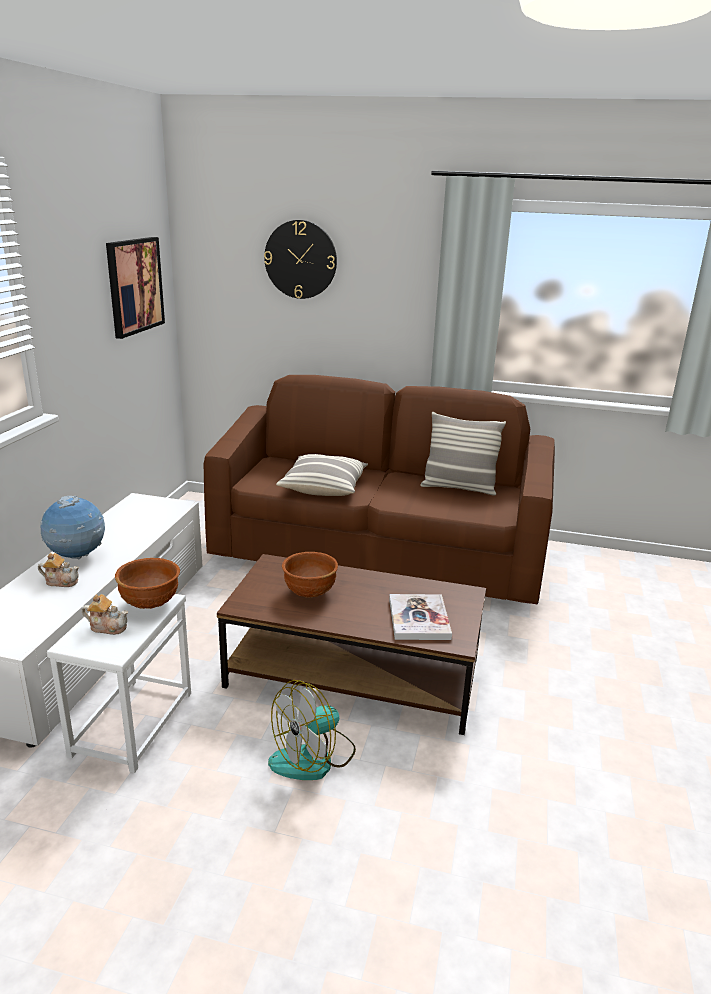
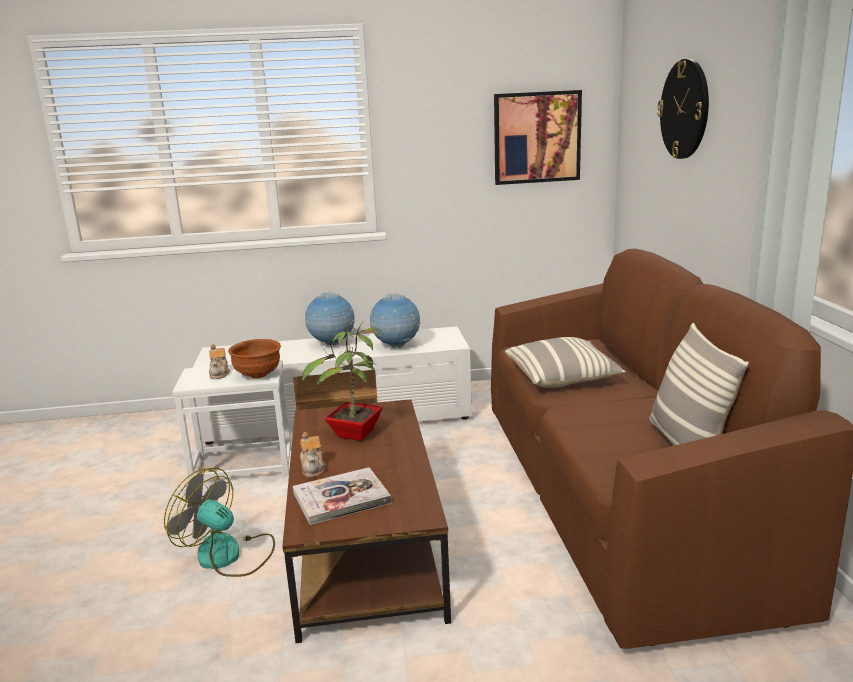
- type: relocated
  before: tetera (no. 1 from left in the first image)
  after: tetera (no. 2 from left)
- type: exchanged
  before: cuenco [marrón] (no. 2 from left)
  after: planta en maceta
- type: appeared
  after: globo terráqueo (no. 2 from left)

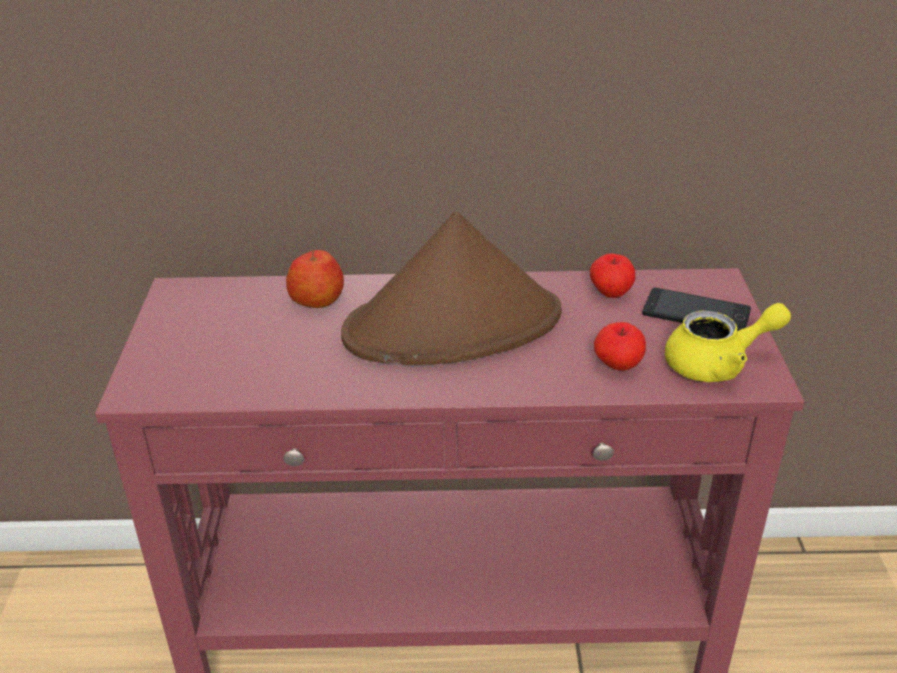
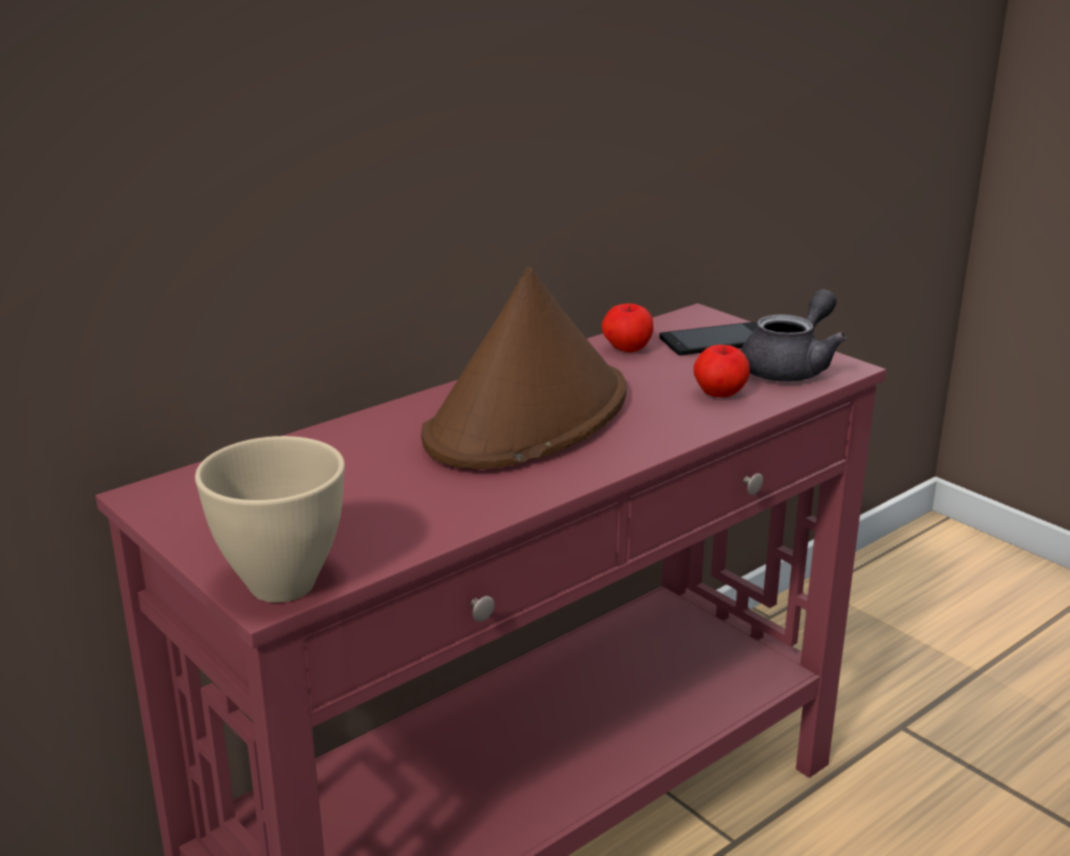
- type: missing
  before: manzana (no. 1 from left)
- type: colour
  before: tetera [amarillo]
  after: tetera [gris]
- type: appeared
  after: cuenco [beis]

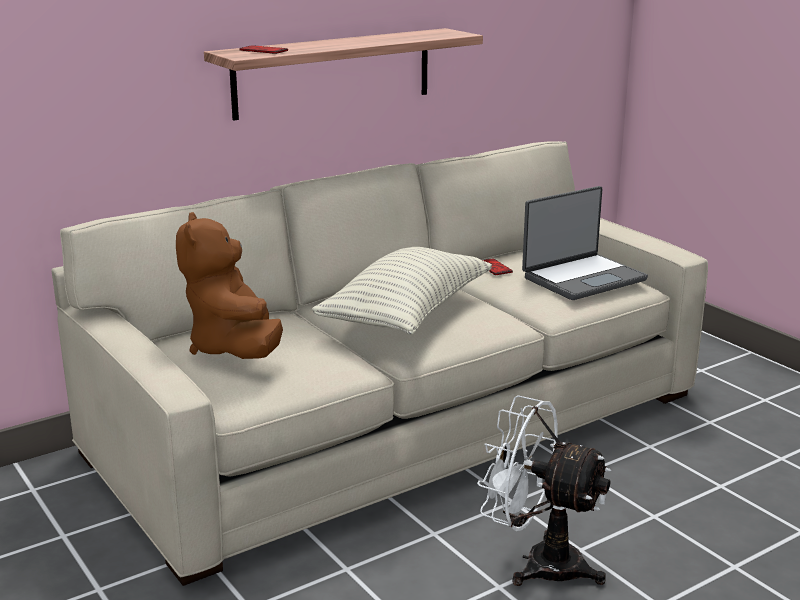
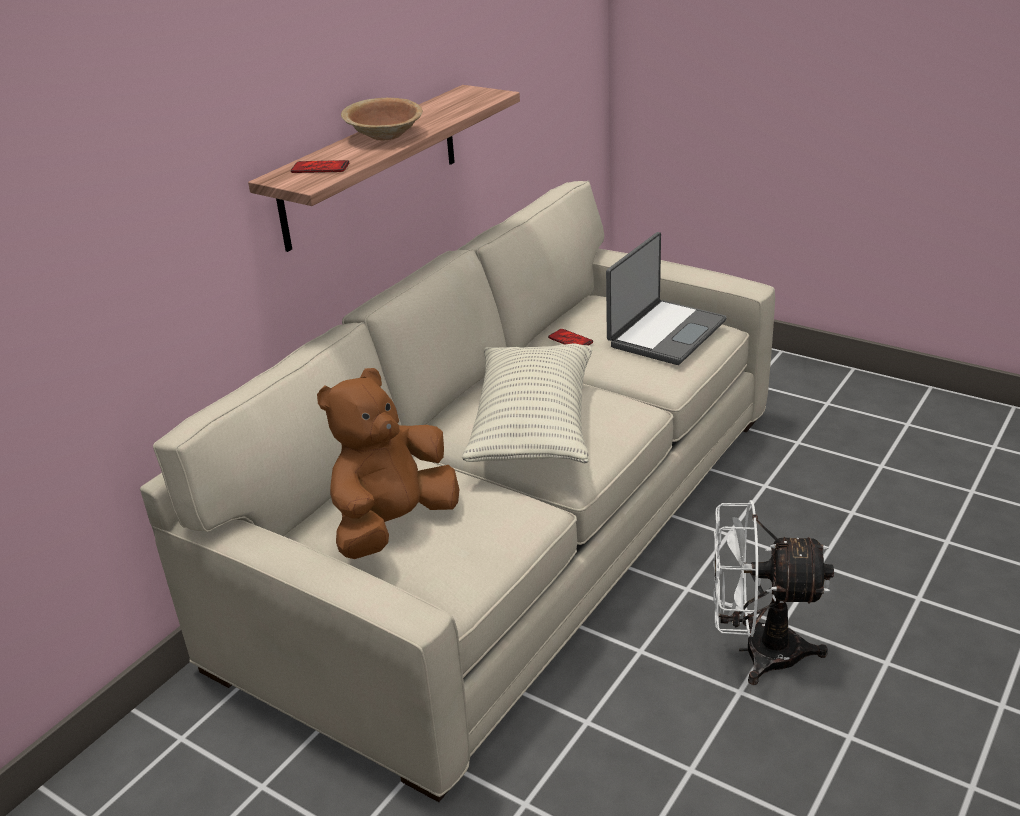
- type: spun
  before: peluche [marrón]
  turn: 75
- type: appeared
  after: cuenco [marrón]

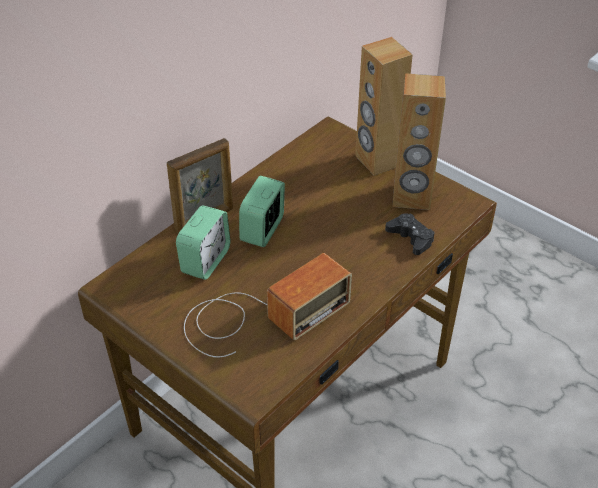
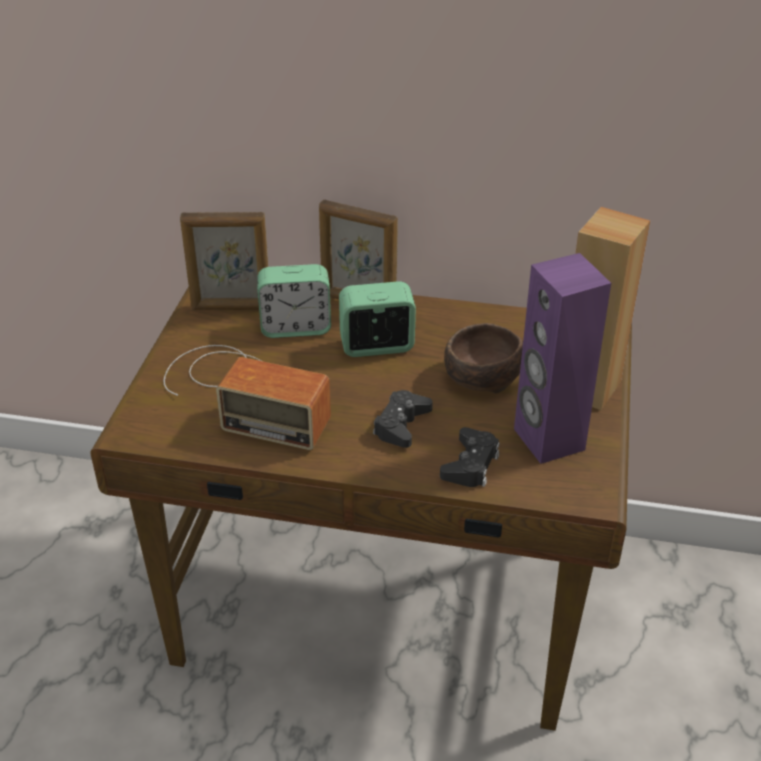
- type: colour
  before: altavoz [marrón] (no. 2 from left)
  after: altavoz [morado]
- type: appeared
  after: portarretratos (no. 1 from left)
- type: appeared
  after: mando de consola [negro] (no. 1 from left)
- type: appeared
  after: cuenco [marrón]

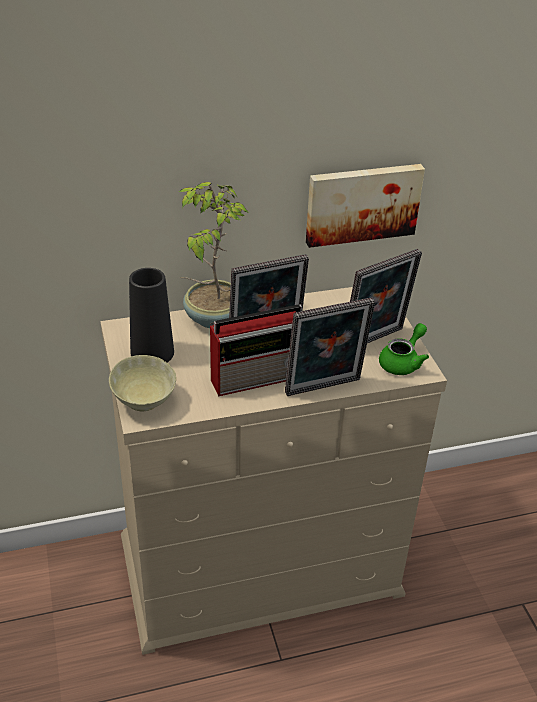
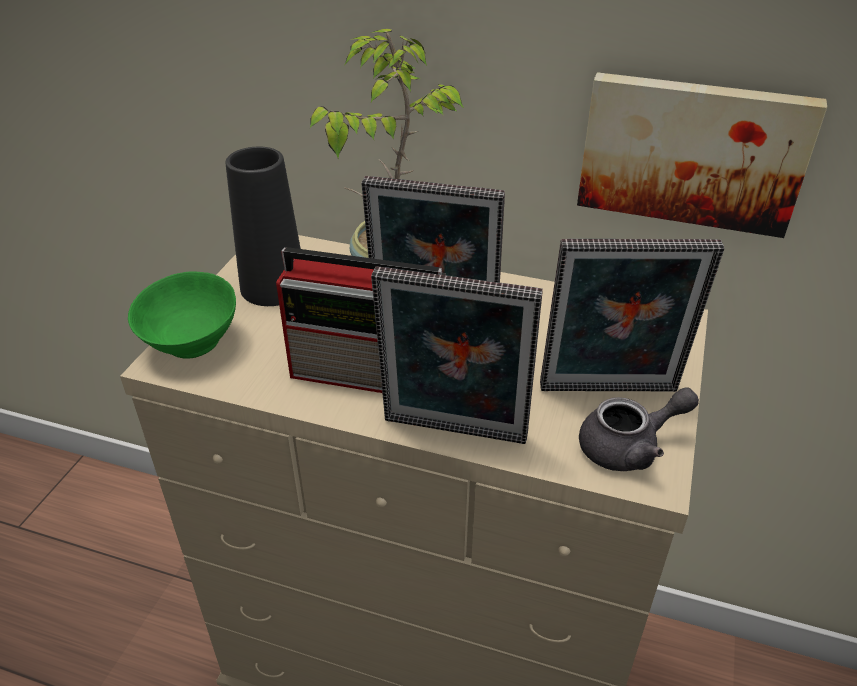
- type: colour
  before: cuenco [beis]
  after: cuenco [verde]
- type: colour
  before: tetera [verde]
  after: tetera [gris]

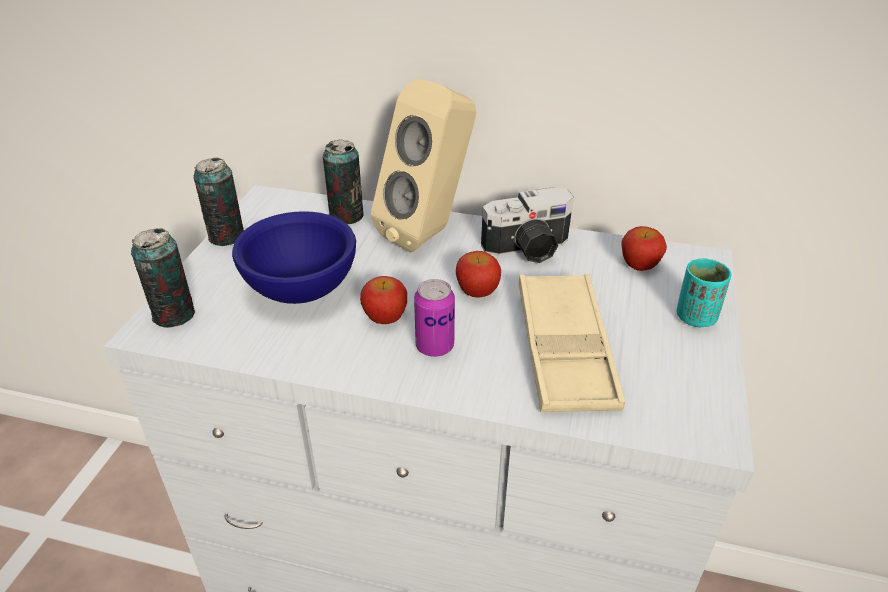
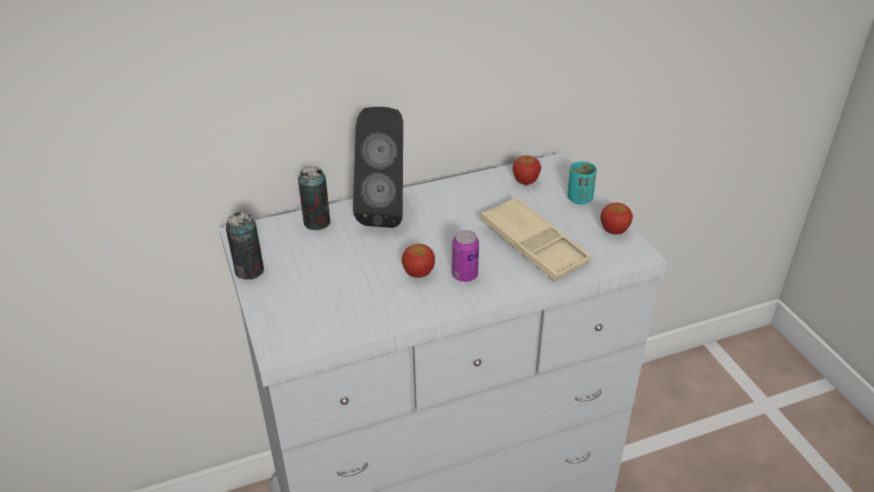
- type: missing
  before: lata (no. 1 from left)
- type: missing
  before: cuenco [azul]
- type: colour
  before: altavoz [beis]
  after: altavoz [negro]
- type: relocated
  before: manzana (no. 2 from left in the first image)
  after: manzana (no. 3 from left)
- type: missing
  before: cámara

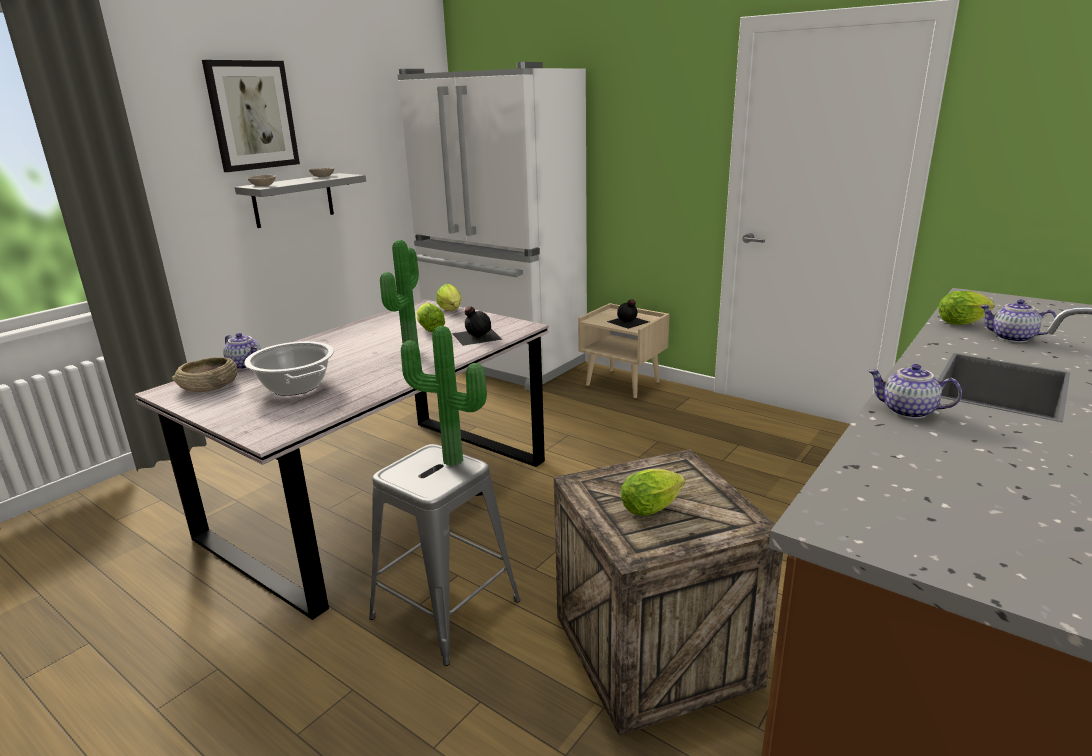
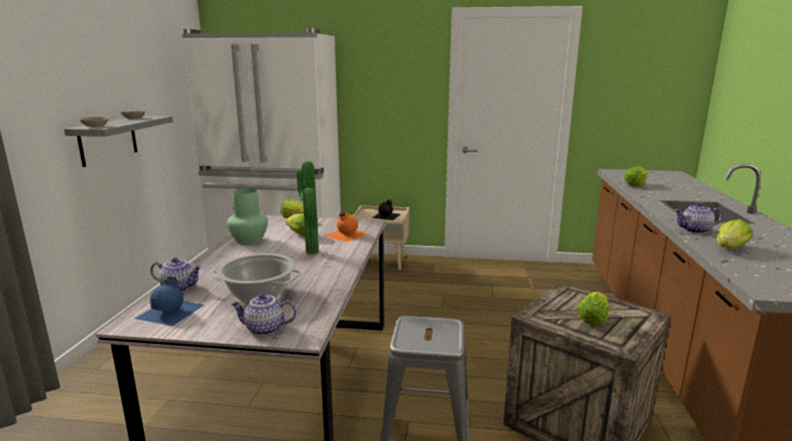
- type: exchanged
  before: cuenco [beis] (no. 1 from left)
  after: botella [azul]
- type: missing
  before: cuadro
- type: missing
  before: planta en maceta (no. 2 from left)
- type: colour
  before: botella [negro] (no. 1 from left)
  after: botella [naranja]
- type: relocated
  before: tetera (no. 3 from left in the first image)
  after: tetera (no. 2 from left)
- type: appeared
  after: florero [verde]
- type: appeared
  after: lechuga (no. 5 from left)

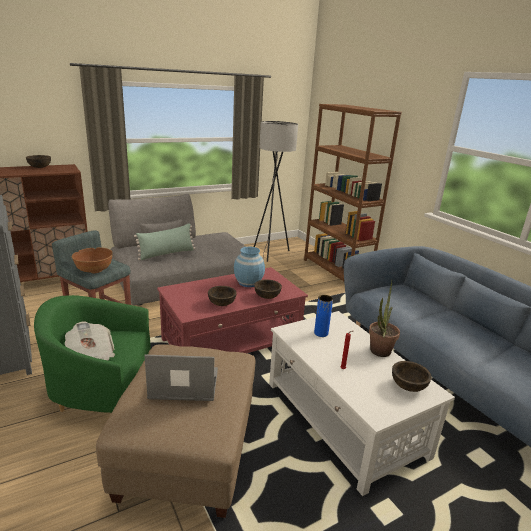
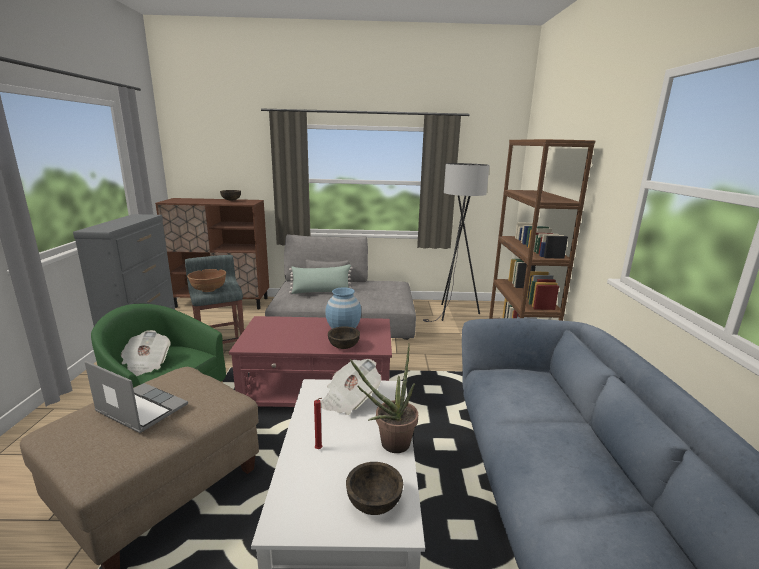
- type: missing
  before: cuenco [marrón] (no. 3 from left)
- type: exchanged
  before: florero [azul] (no. 2 from left)
  after: periódico (no. 2 from left)

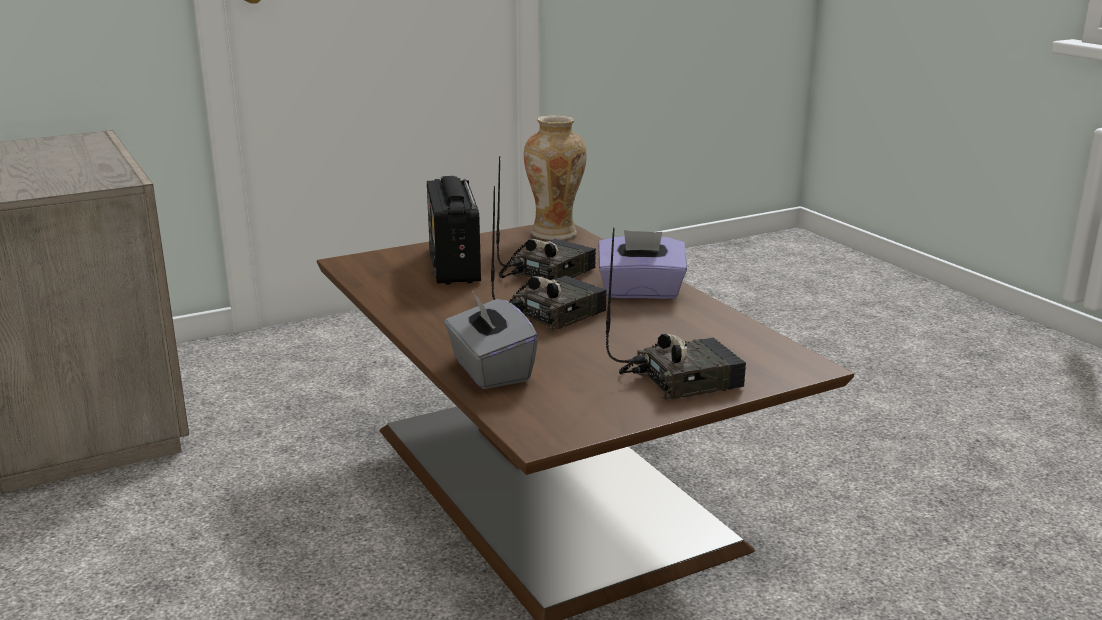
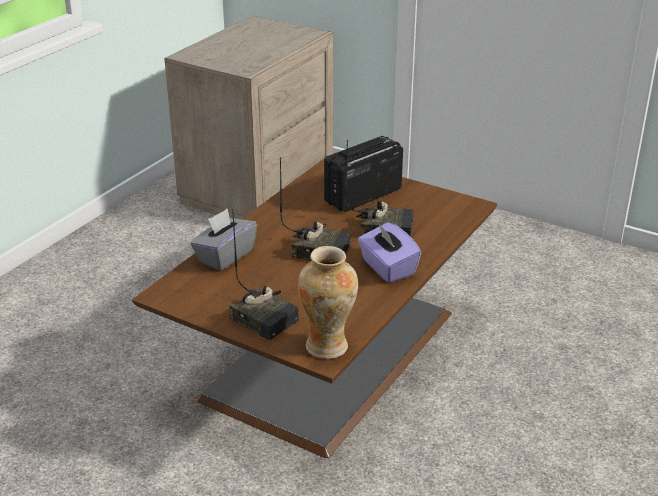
- type: relocated
  before: florero

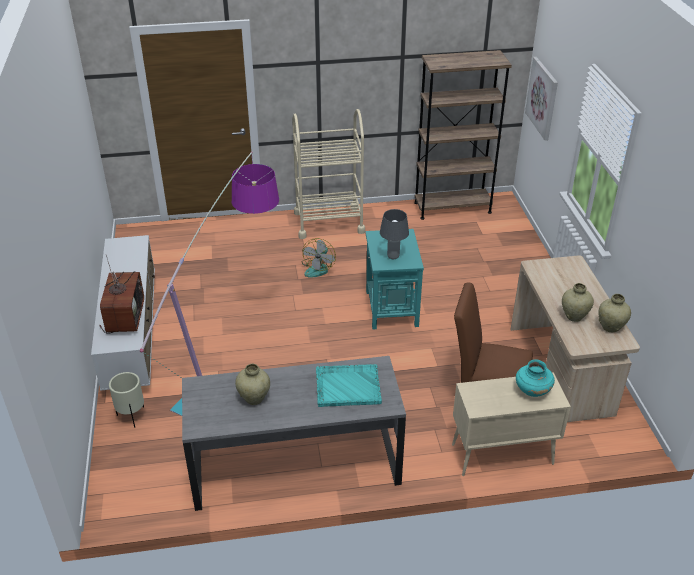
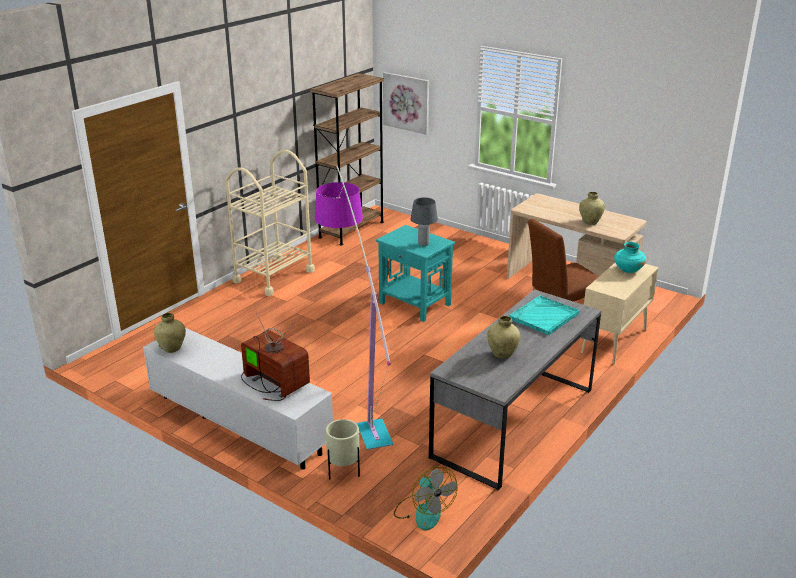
- type: relocated
  before: ventilador
- type: relocated
  before: florero [beis] (no. 3 from left in the first image)
  after: florero [beis] (no. 1 from left)

